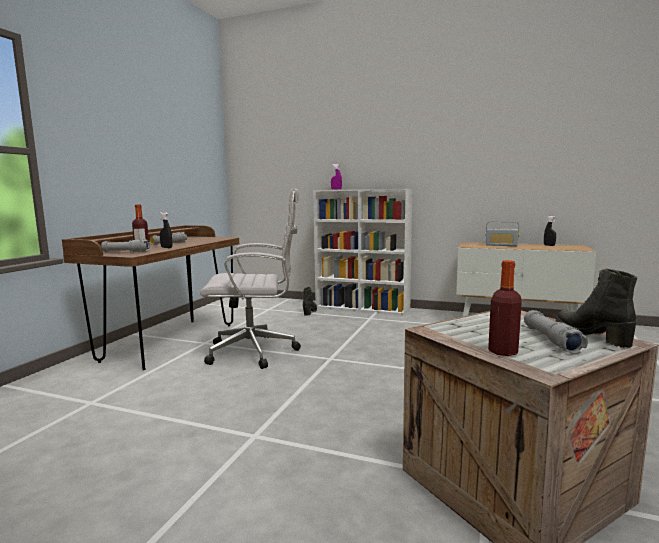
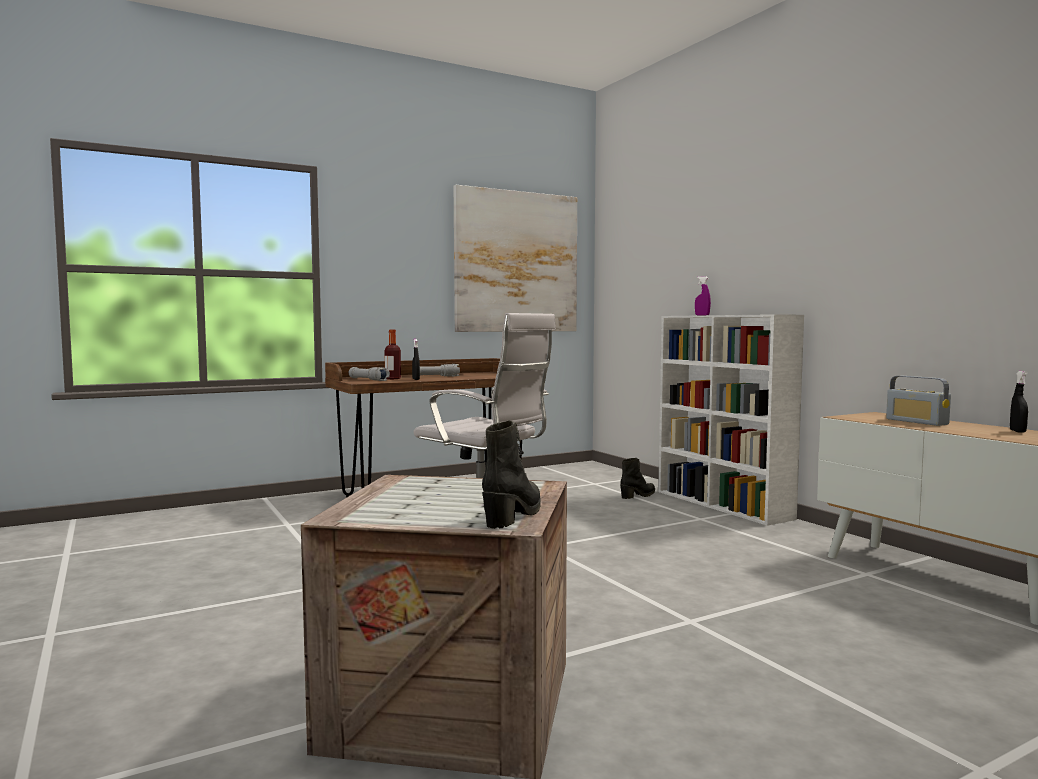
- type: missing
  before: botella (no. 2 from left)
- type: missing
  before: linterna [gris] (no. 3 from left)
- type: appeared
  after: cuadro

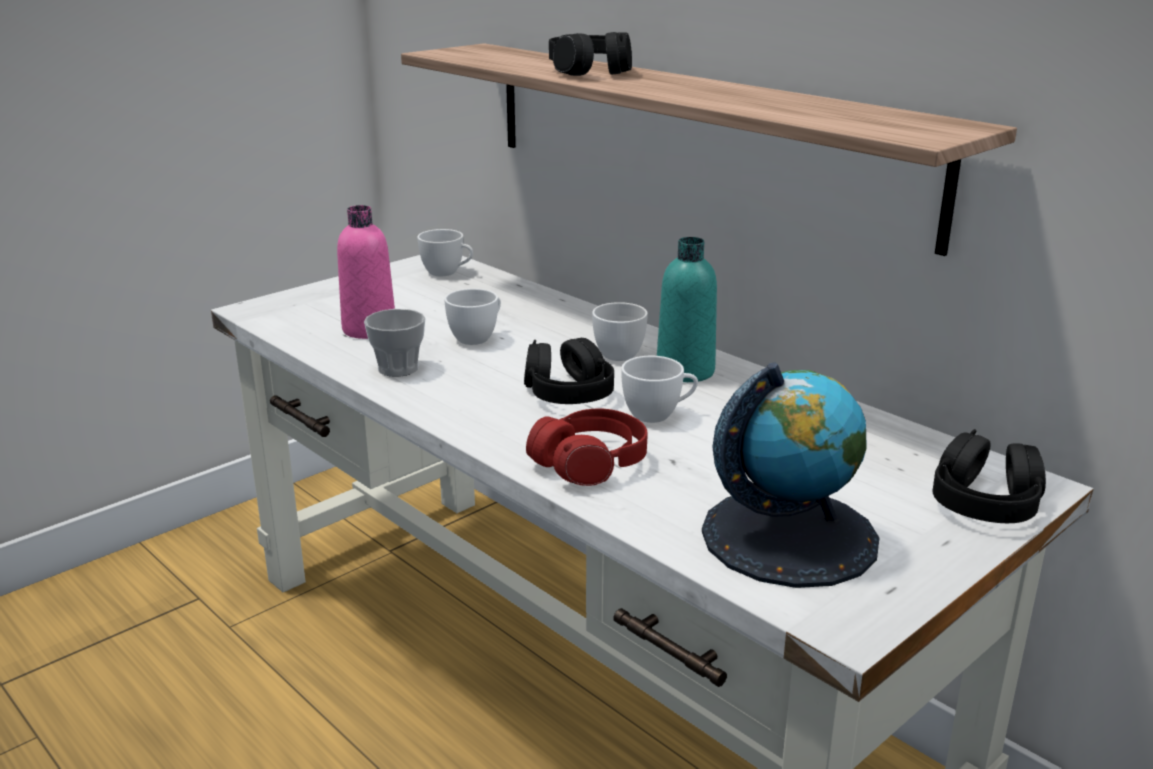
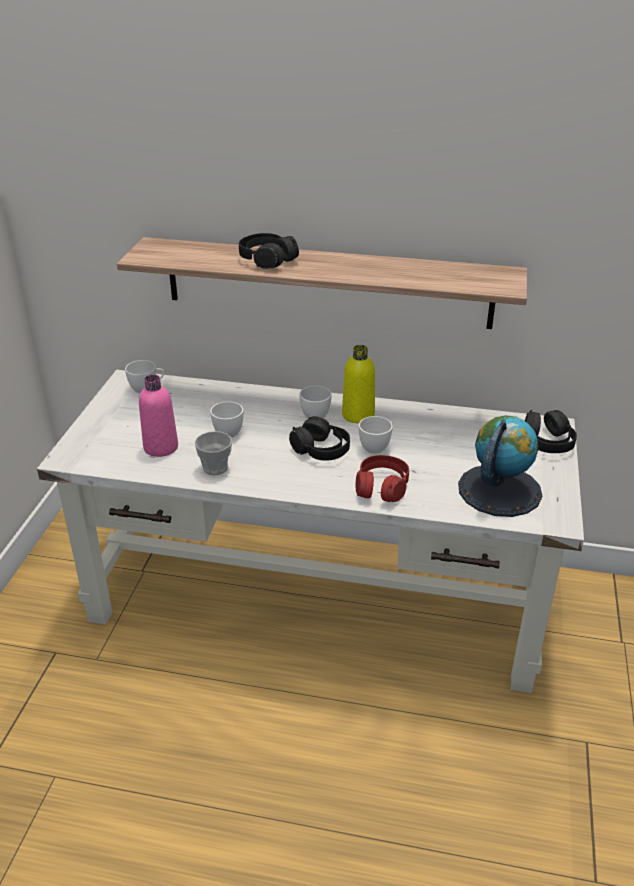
- type: colour
  before: botella [turquesa]
  after: botella [amarillo]

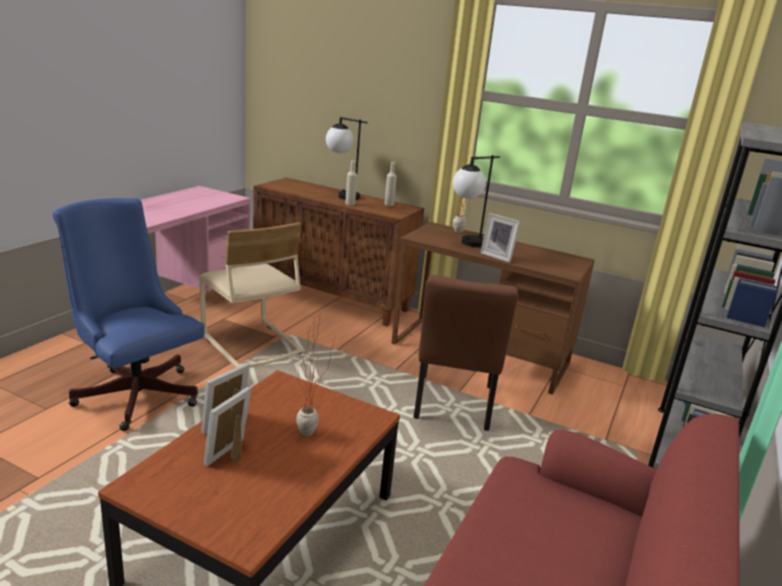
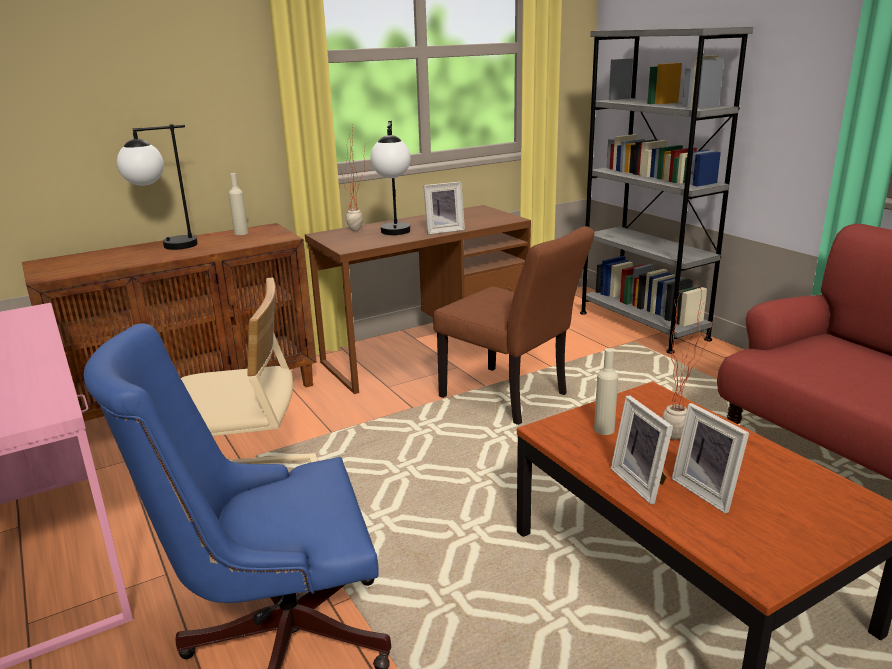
- type: relocated
  before: botella [beis] (no. 1 from left in the first image)
  after: botella [beis] (no. 2 from left)

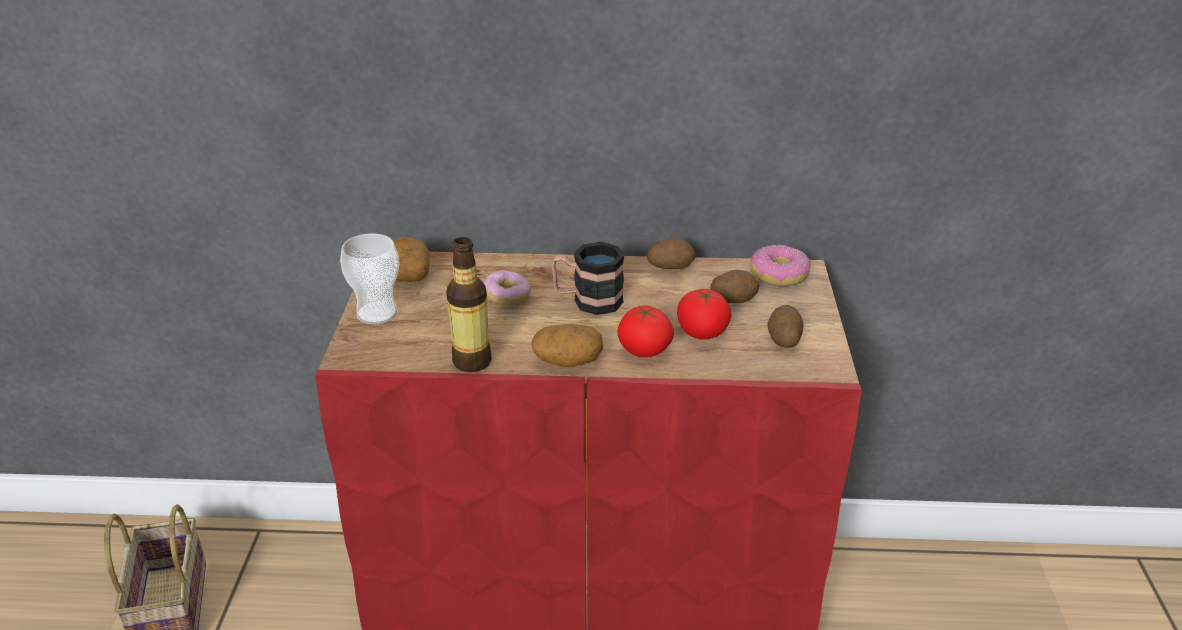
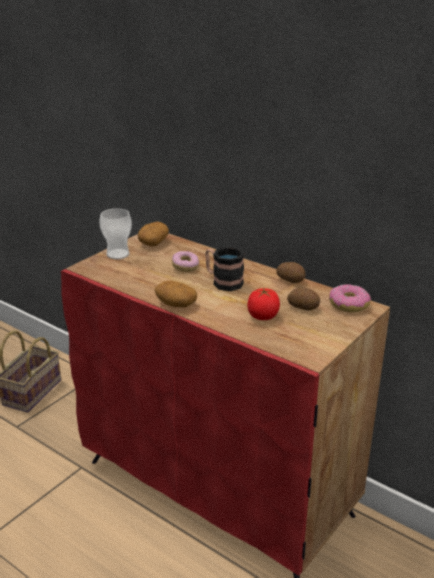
- type: missing
  before: botella
- type: missing
  before: tomate (no. 1 from left)
- type: missing
  before: patata (no. 5 from left)

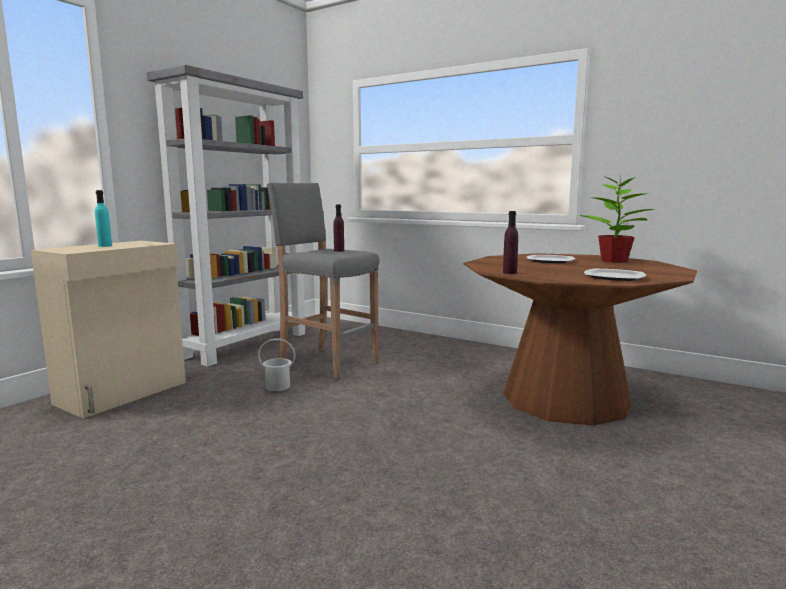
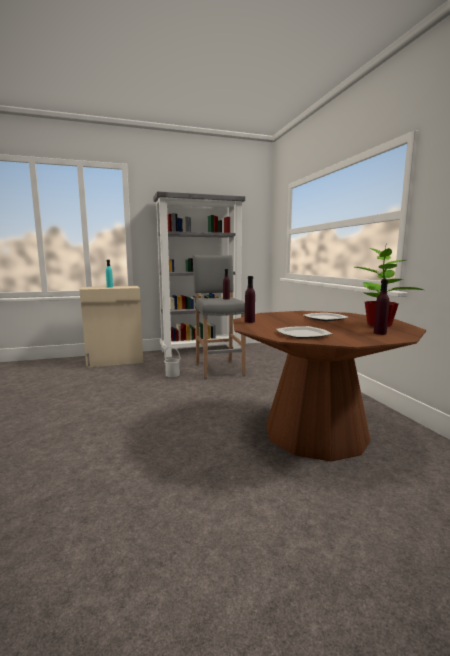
- type: appeared
  after: botella [morado] (no. 3 from left)

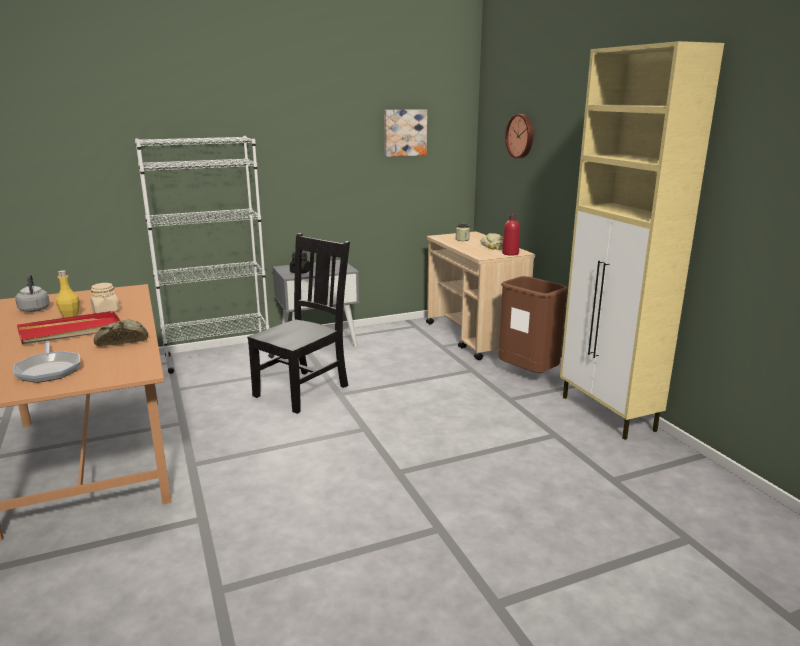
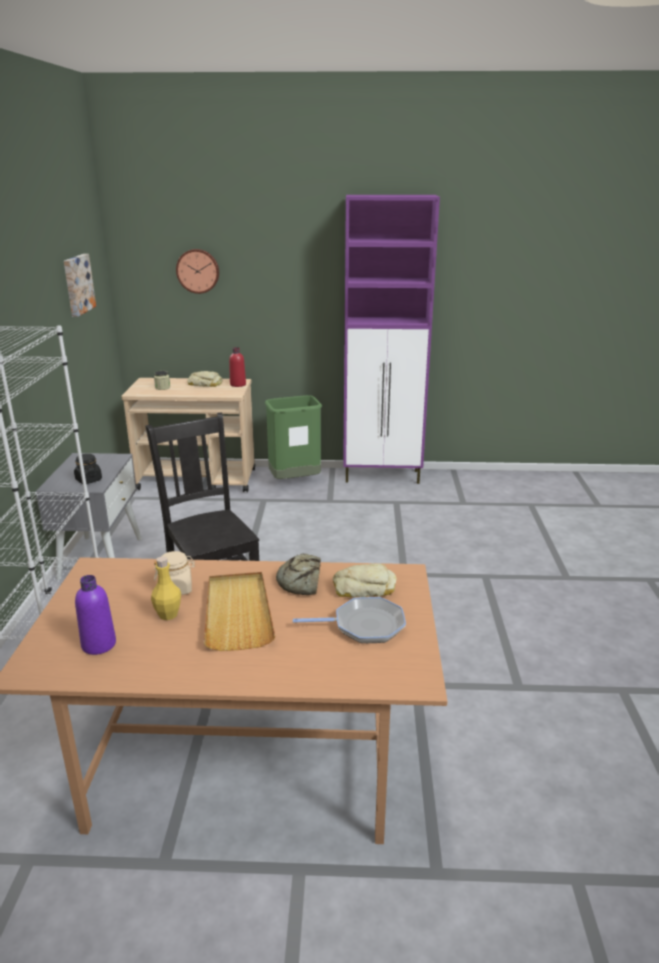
- type: exchanged
  before: hervidor [gris]
  after: botella [morado]
- type: colour
  before: bandeja [rojo]
  after: bandeja [beis]
- type: colour
  before: papelera [marrón]
  after: papelera [verde]
- type: colour
  before: armario [beis]
  after: armario [morado]
- type: appeared
  after: pan (no. 3 from left)

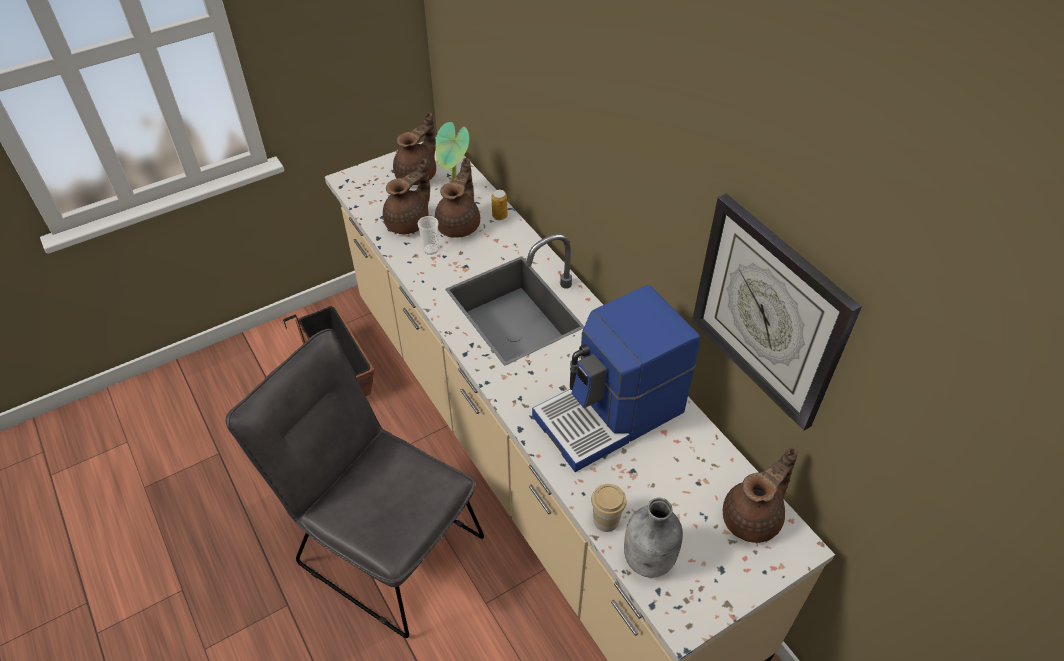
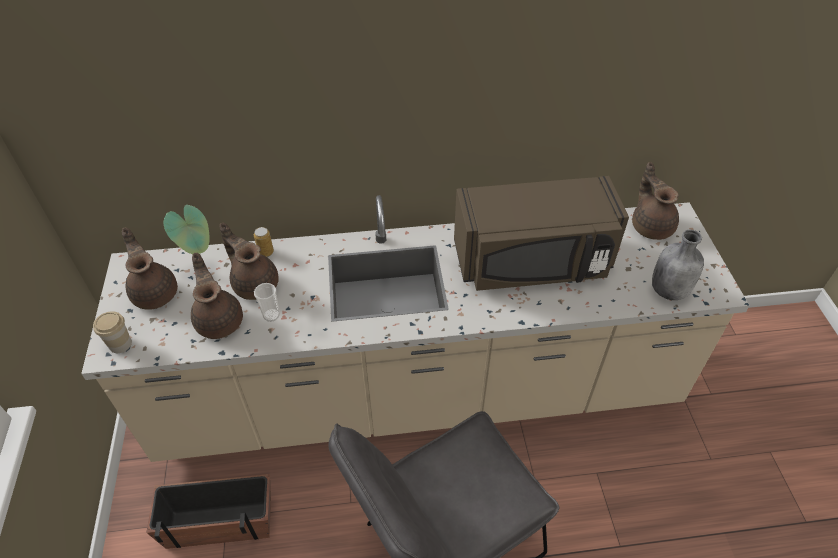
- type: exchanged
  before: cafetera
  after: microondas [marrón]
- type: relocated
  before: taza (no. 2 from left in the first image)
  after: taza (no. 1 from left)
- type: missing
  before: reloj de pared

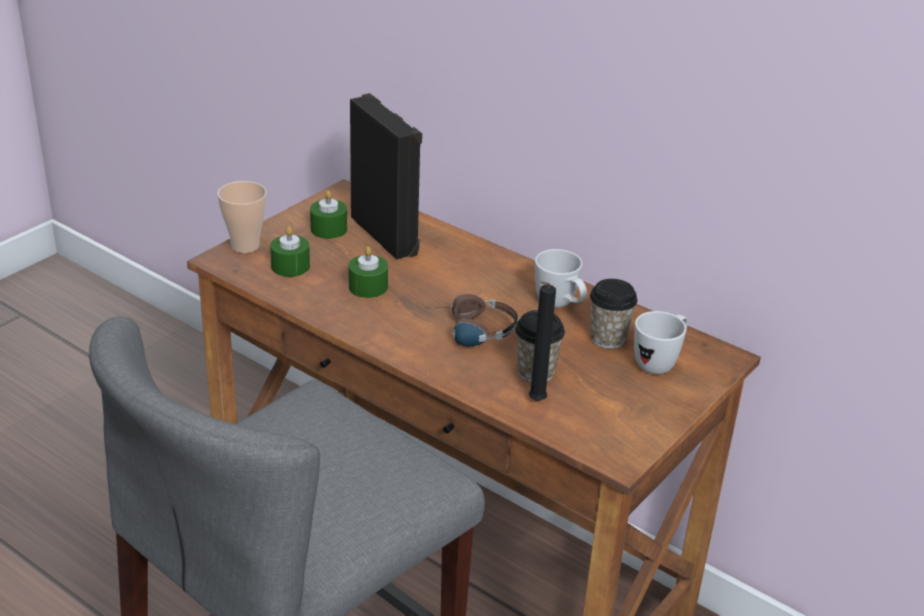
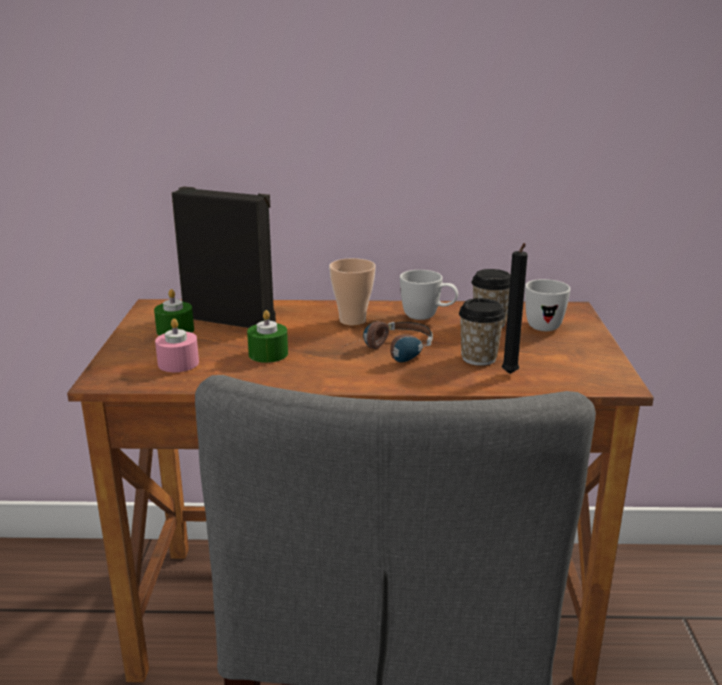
- type: relocated
  before: taza (no. 1 from left)
- type: colour
  before: vela [verde] (no. 1 from left)
  after: vela [rosa]

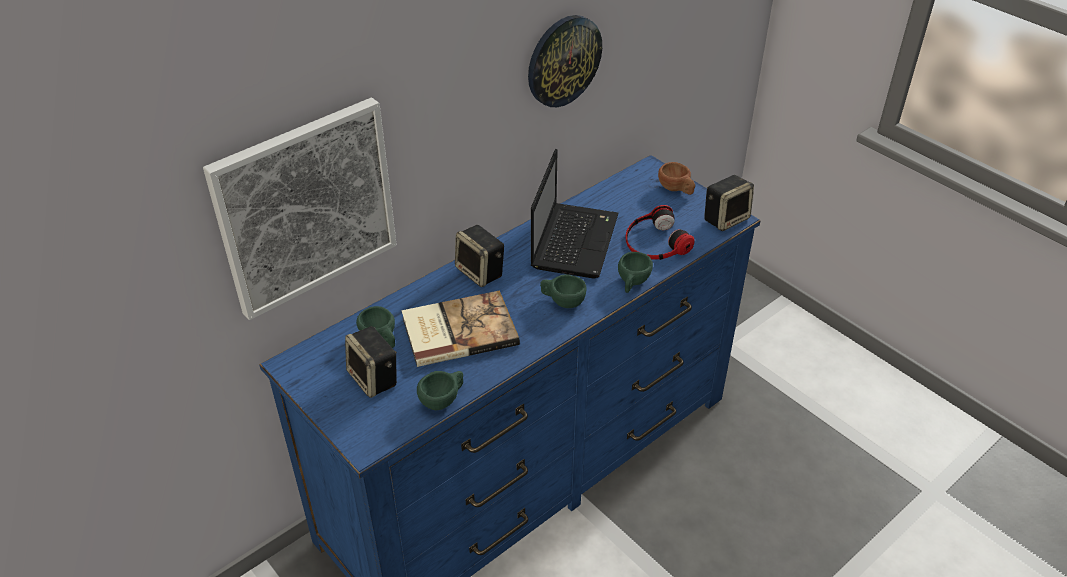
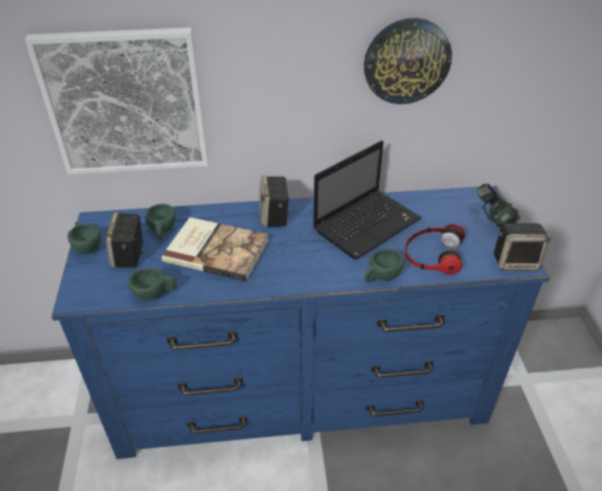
- type: relocated
  before: taza [verde] (no. 3 from left in the first image)
  after: taza [verde] (no. 1 from left)
- type: exchanged
  before: taza [marrón]
  after: auriculares (no. 2 from left)

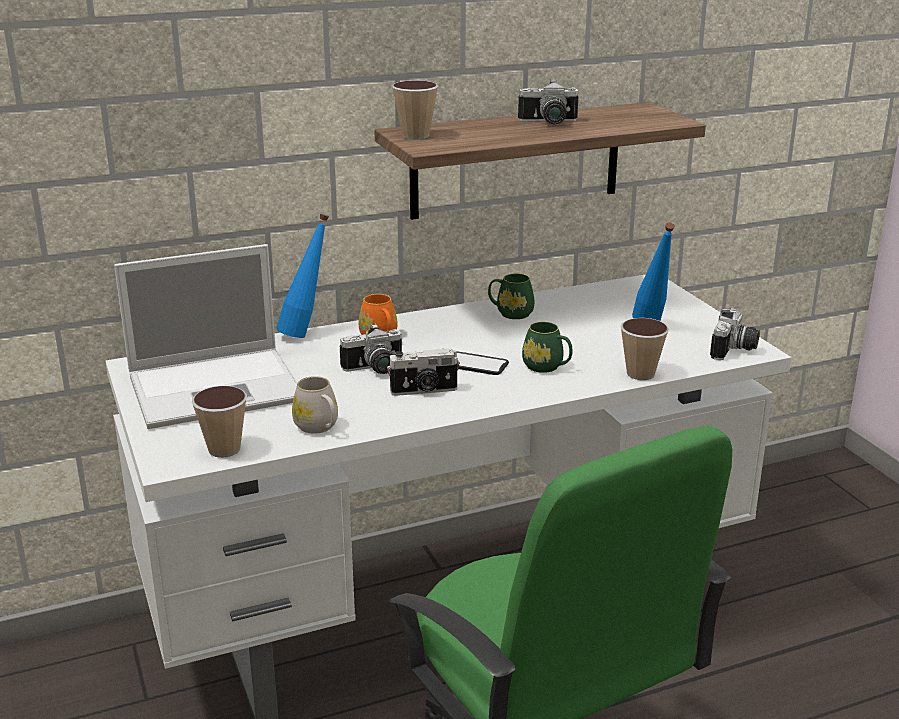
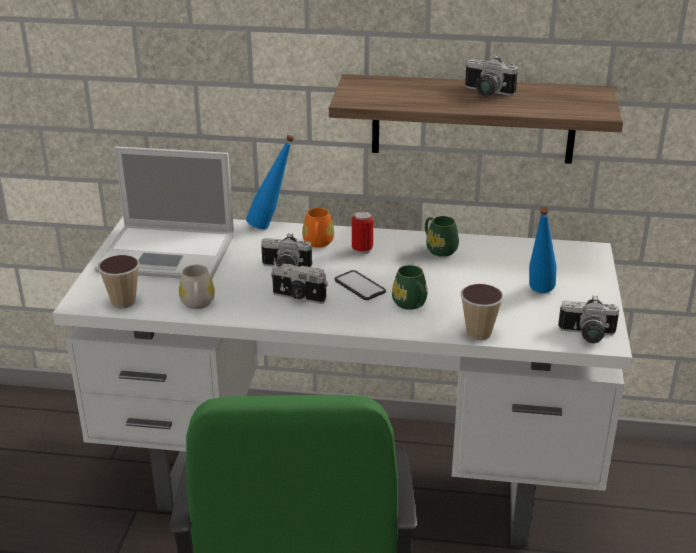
- type: missing
  before: taza (no. 2 from left)
- type: spun
  before: cámara (no. 4 from left)
  turn: 45
- type: appeared
  after: lata

